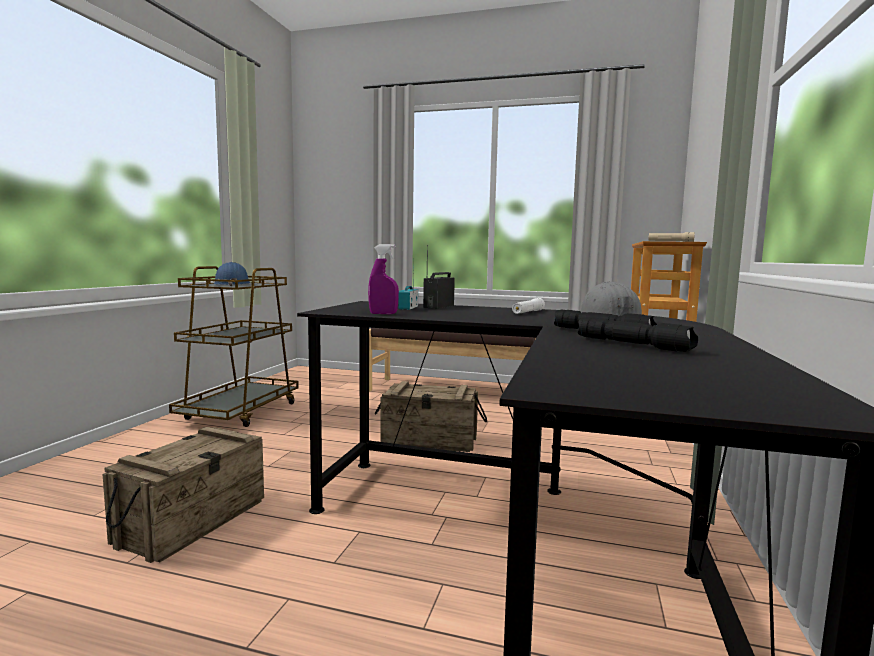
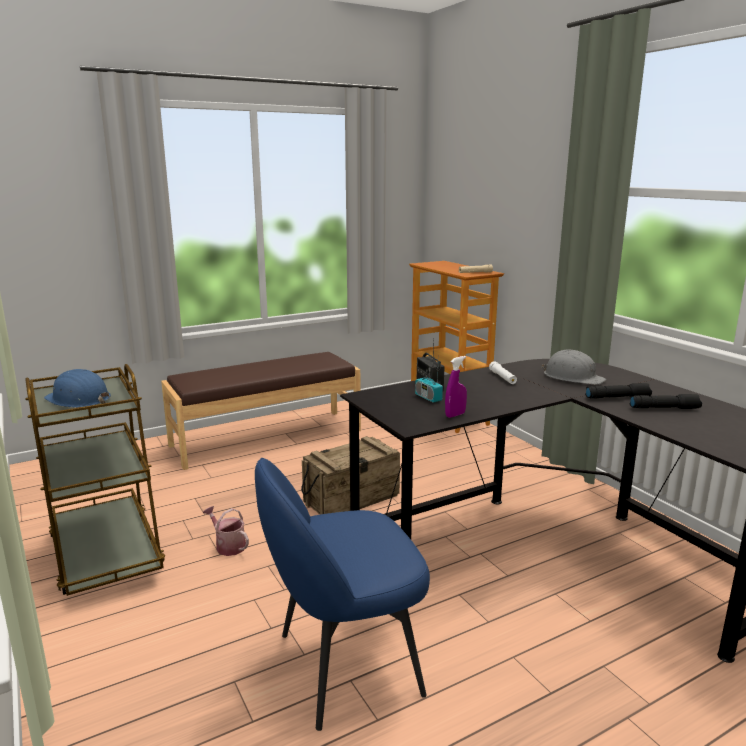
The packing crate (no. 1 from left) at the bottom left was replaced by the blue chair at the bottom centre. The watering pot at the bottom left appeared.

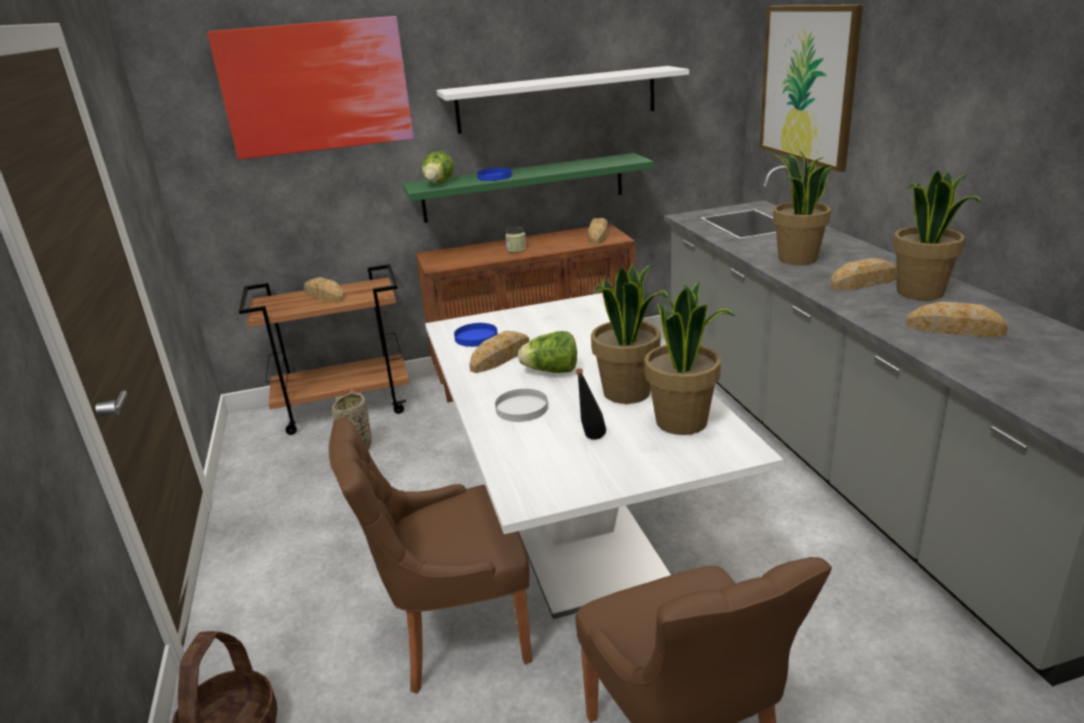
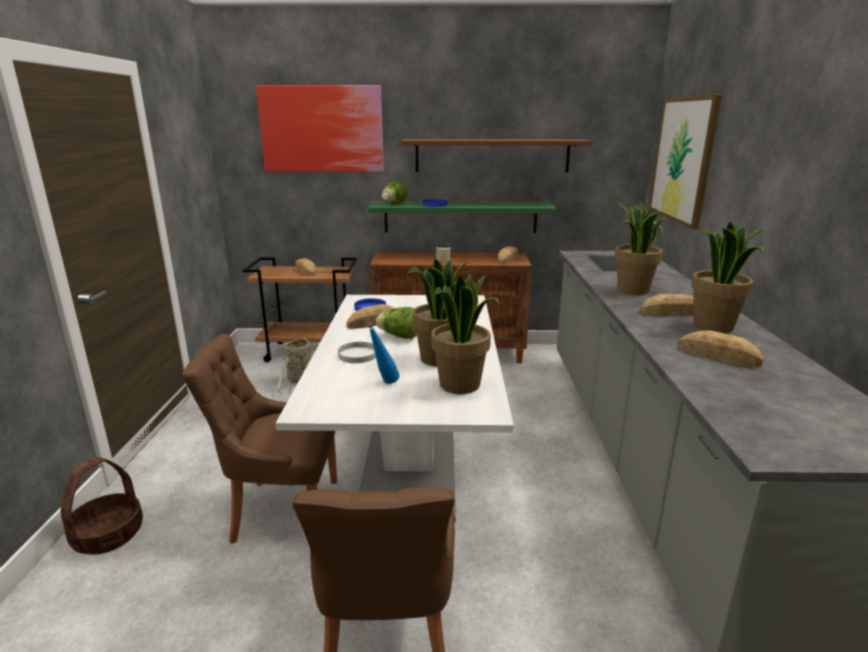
The whitish shelf at the top centre became the brown-coloured shelf at the top centre. The blackish beverage bottle at the centre became the blue beverage bottle at the centre.

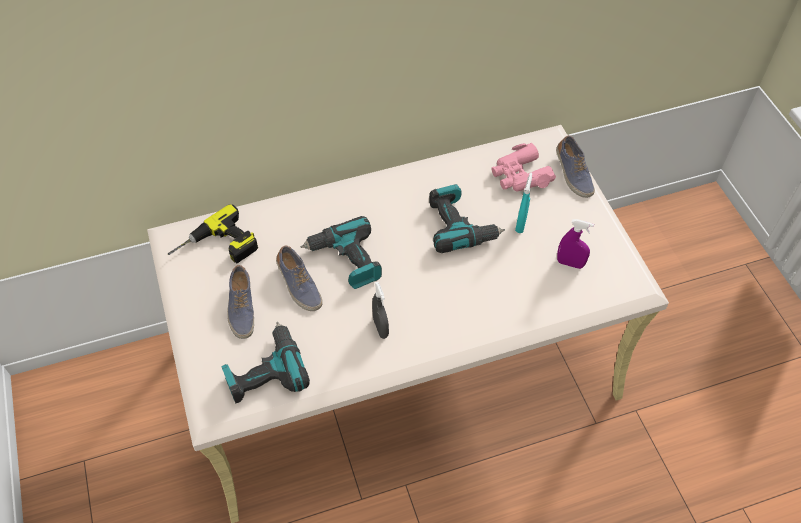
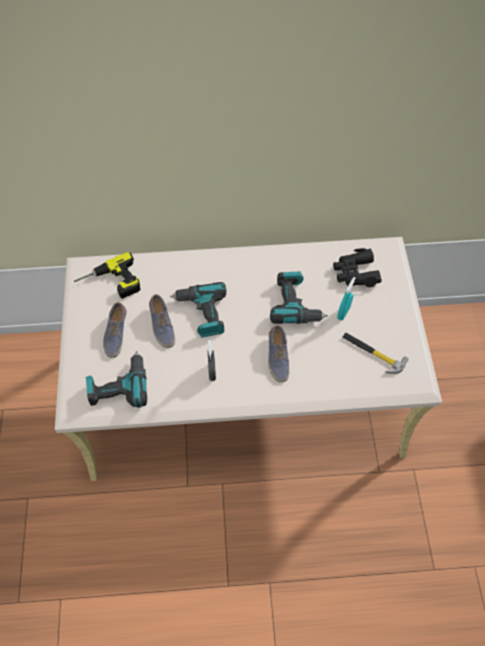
The low shoe (no. 3 from left) moved from the top right to the centre. The pink-coloured binoculars at the top centre became the blackish binoculars at the middle right. The purple spray bottle at the middle right was replaced by the hand hammer at the middle right.

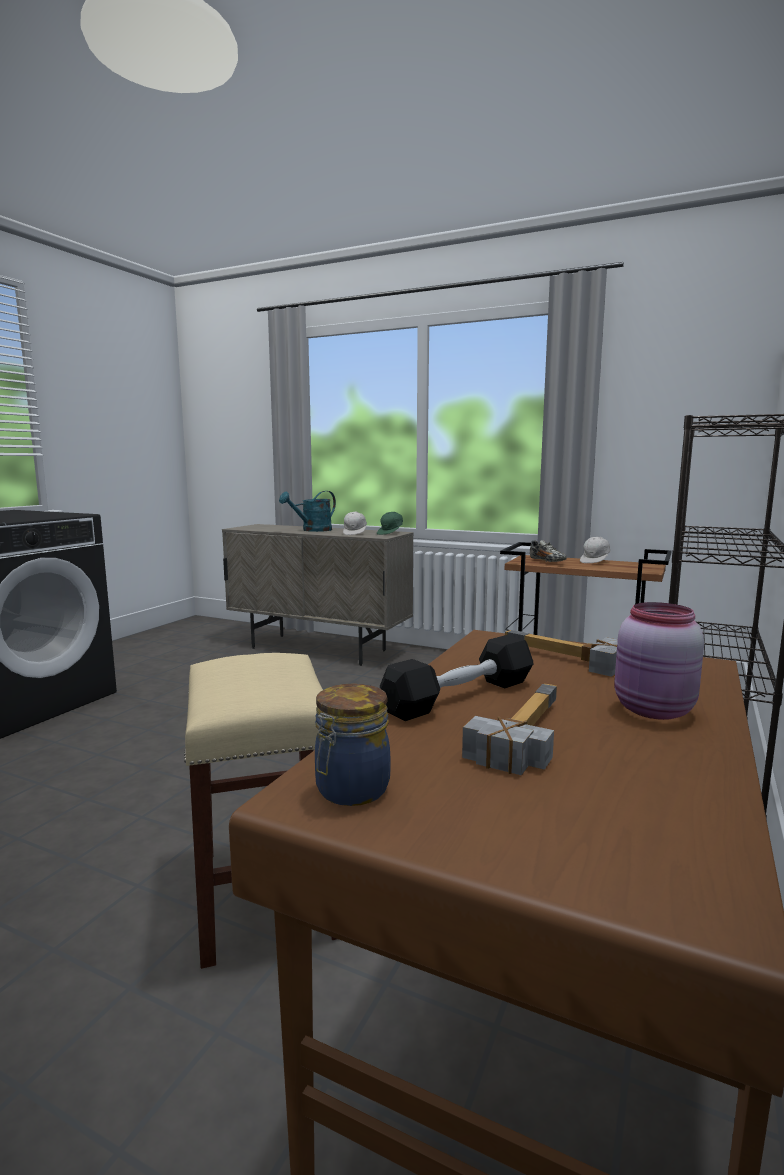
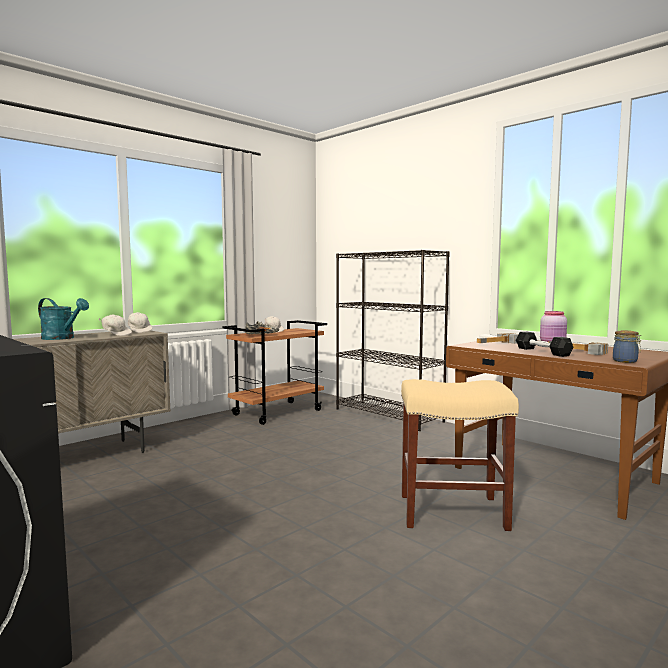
The turquoise watering pot at the centre turned 45 degrees counterclockwise. The green-coloured cap at the centre became the whitish cap (no. 2 from left) at the middle left.

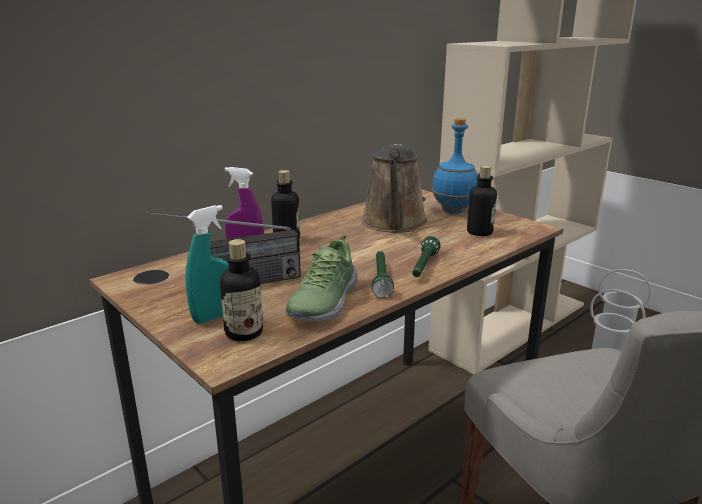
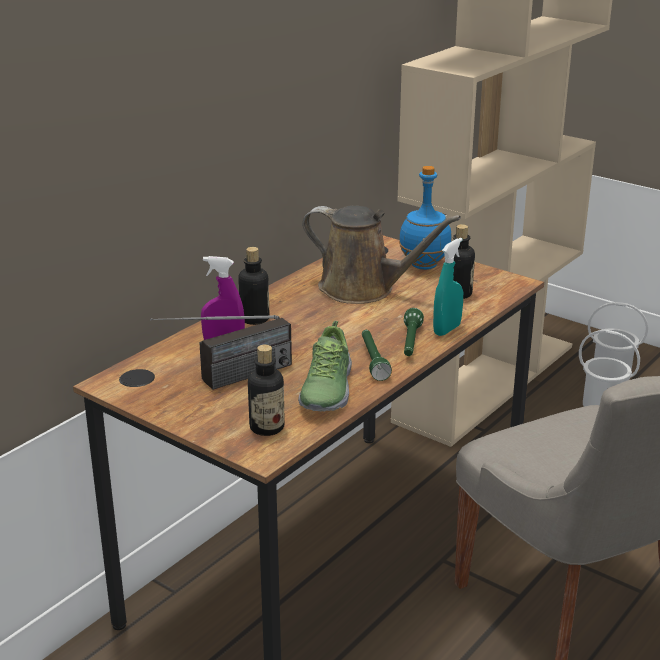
The brown-coloured watering pot at the centre turned 60 degrees counterclockwise. The turquoise spray bottle moved from the middle left to the middle right.

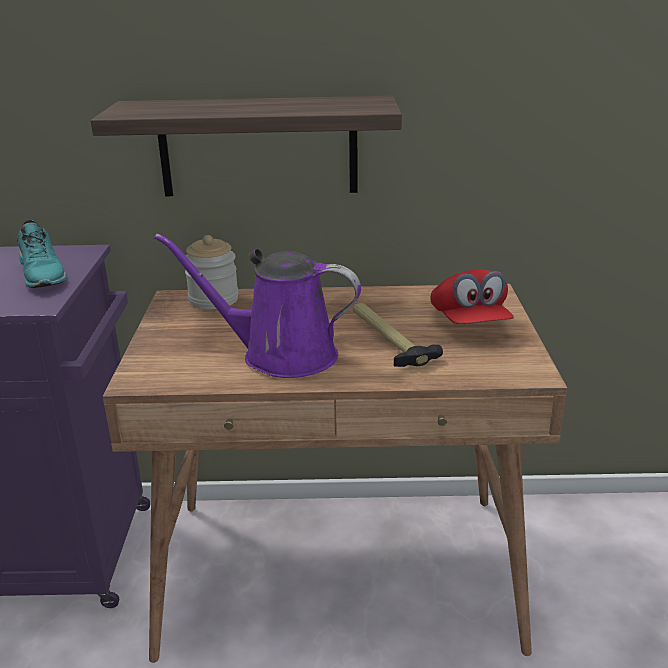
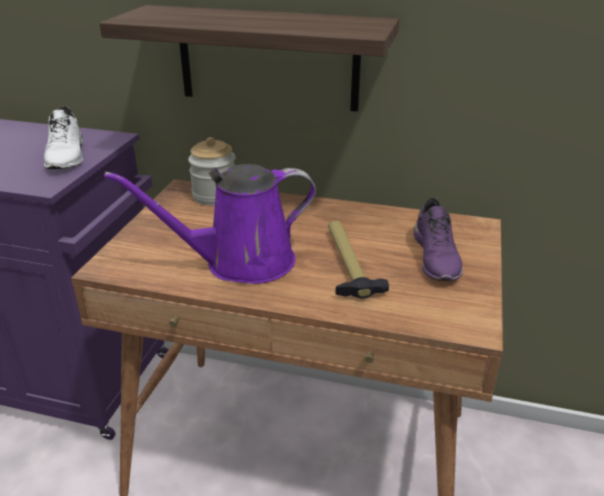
The turquoise low shoe at the middle left became the whitish low shoe at the top left. The purple watering pot at the centre turned 45 degrees counterclockwise. The reddish cap at the middle right was replaced by the purple low shoe at the middle right.

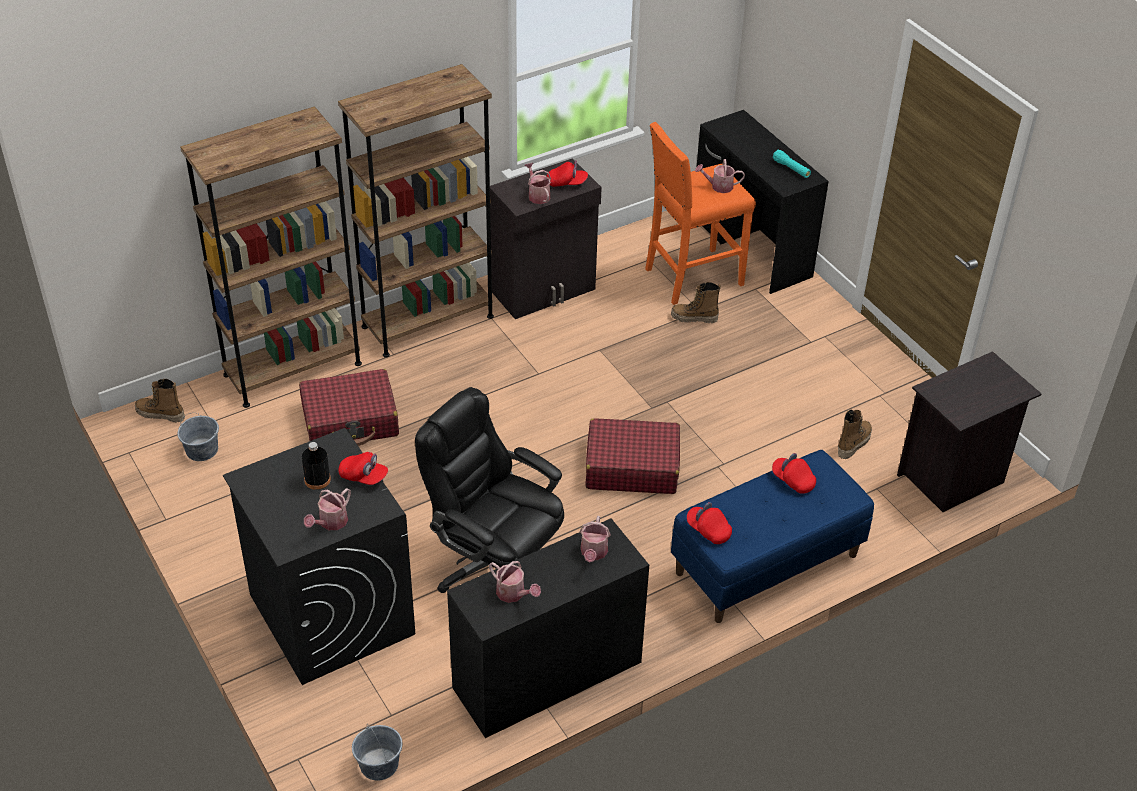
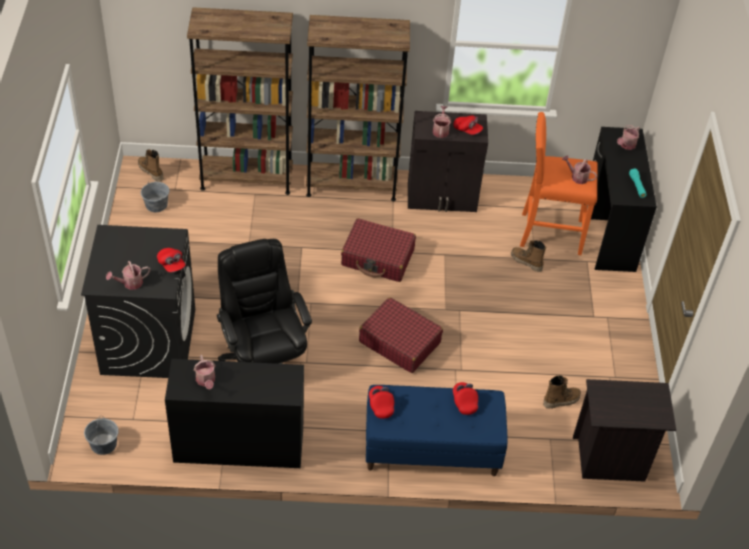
The reddish suitcase (no. 1 from left) moved from the middle left to the centre. The blackish beverage bottle at the middle left disappeared. The watering pot (no. 4 from left in the first image) moved from the bottom centre to the top right.

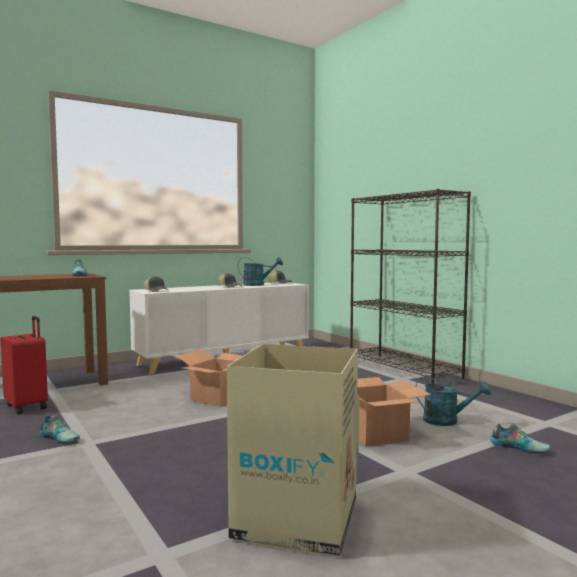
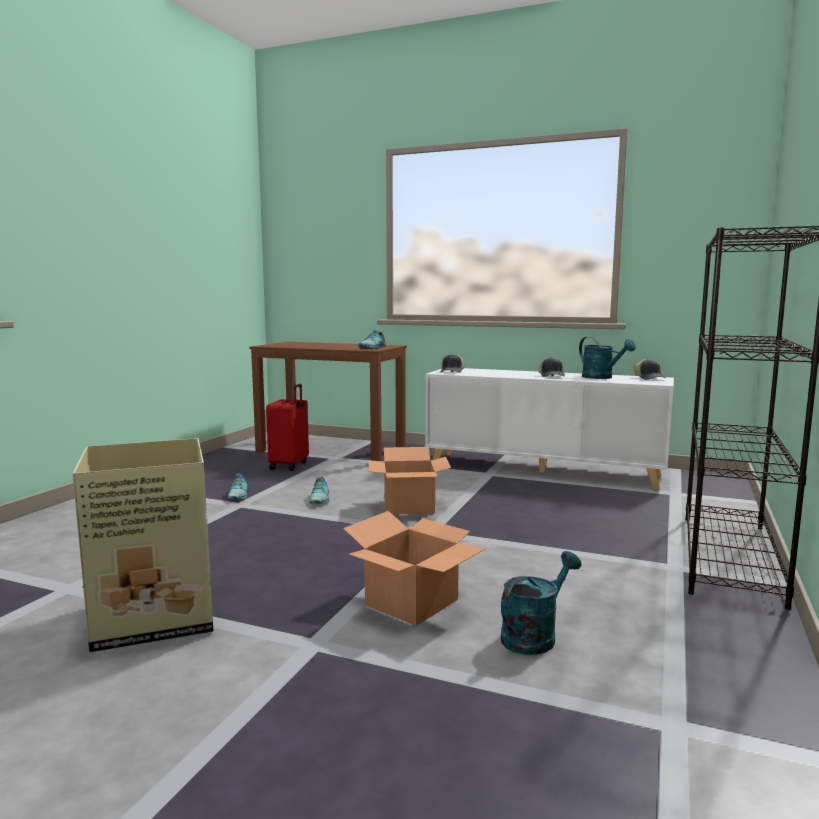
The turquoise watering pot (no. 2 from left in the first image) at the bottom right turned 120 degrees counterclockwise. The low shoe (no. 3 from left in the first image) moved from the bottom right to the centre.

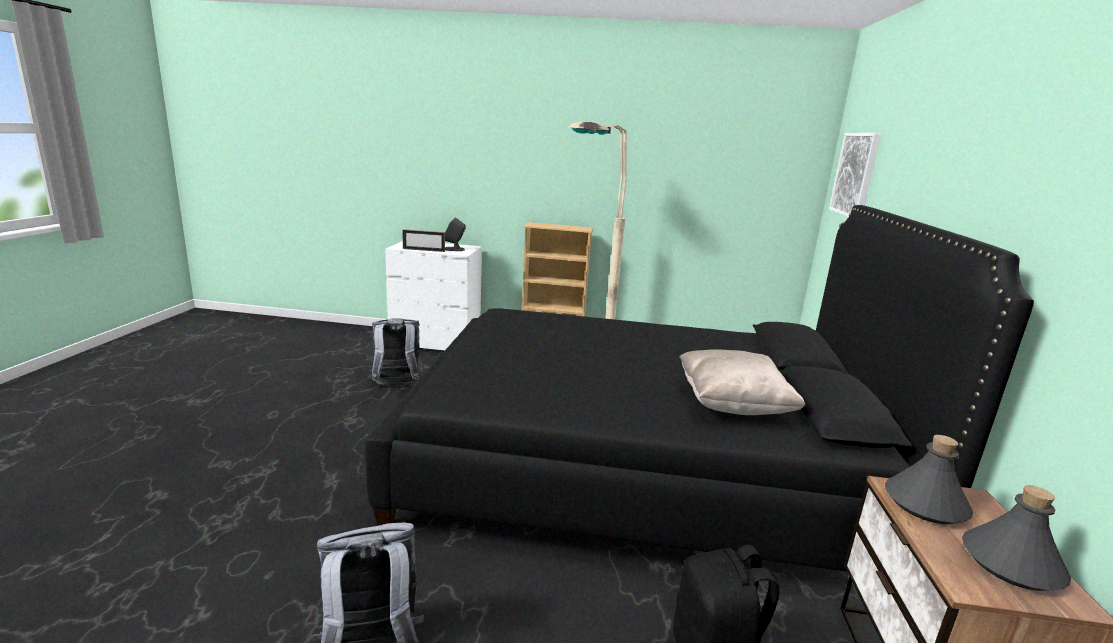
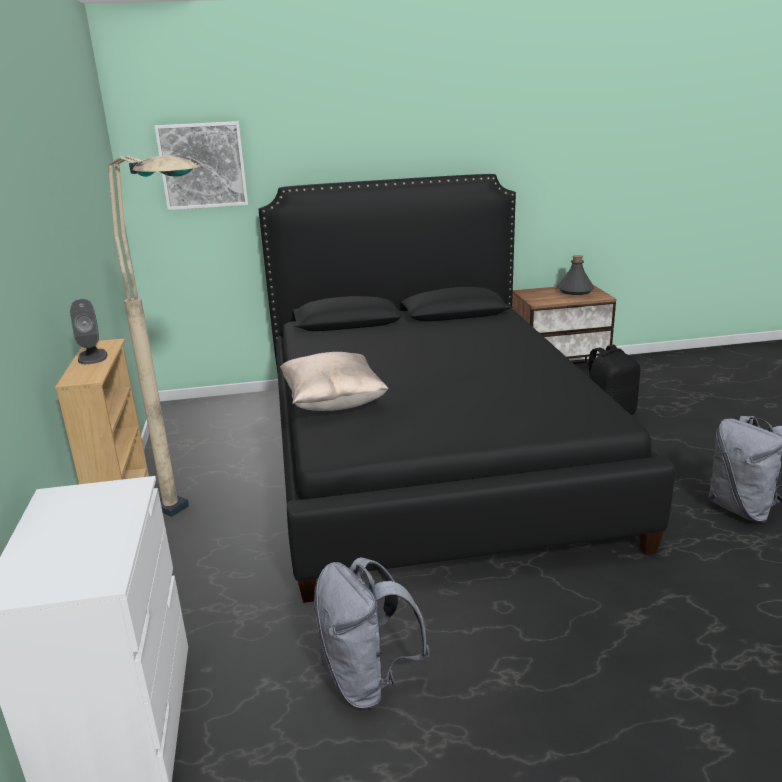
The gray speaker moved from the centre to the middle left. The photo frame at the centre disappeared. The beige cushion moved from the middle right to the centre. The gray beverage bottle (no. 1 from left) at the bottom right disappeared.

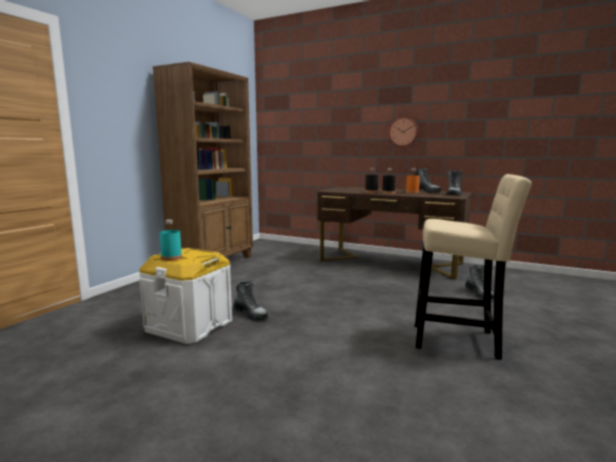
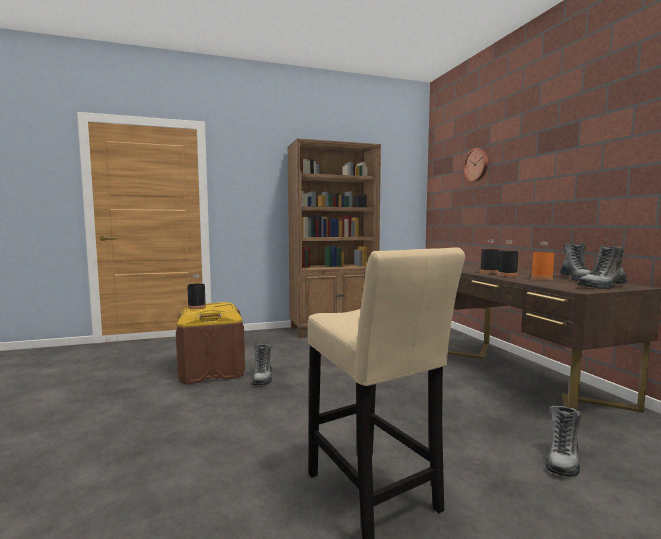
The clock on the wall moved from the top centre to the top right. The turquoise beverage bottle at the middle left became the blackish beverage bottle (no. 1 from left) at the middle left. The whitish storage bin at the middle left became the brown-coloured storage bin at the middle left.

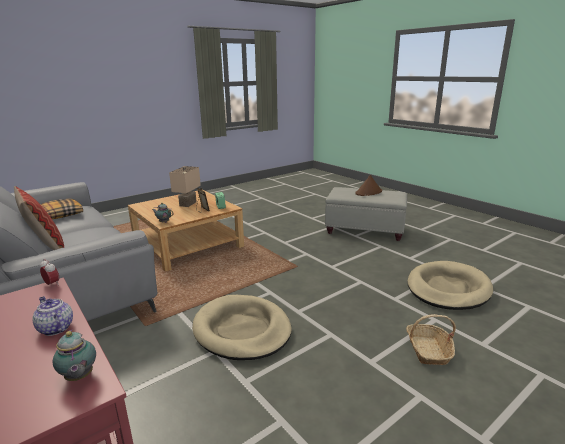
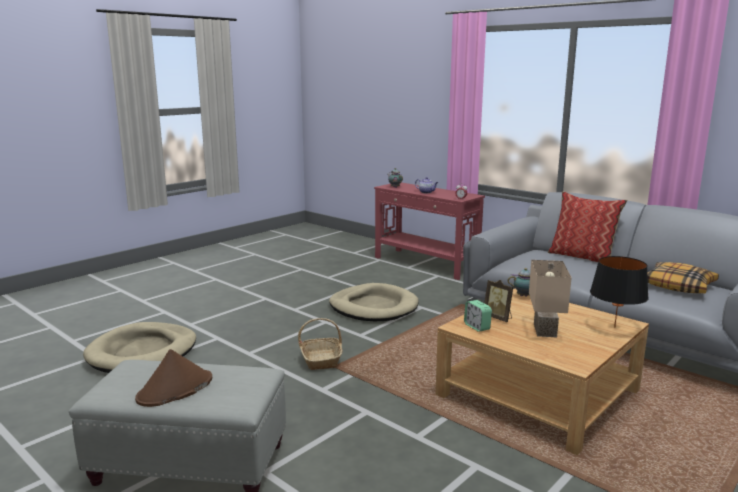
The basket moved from the bottom right to the bottom centre. The blackish lamp for a table at the middle right appeared.

